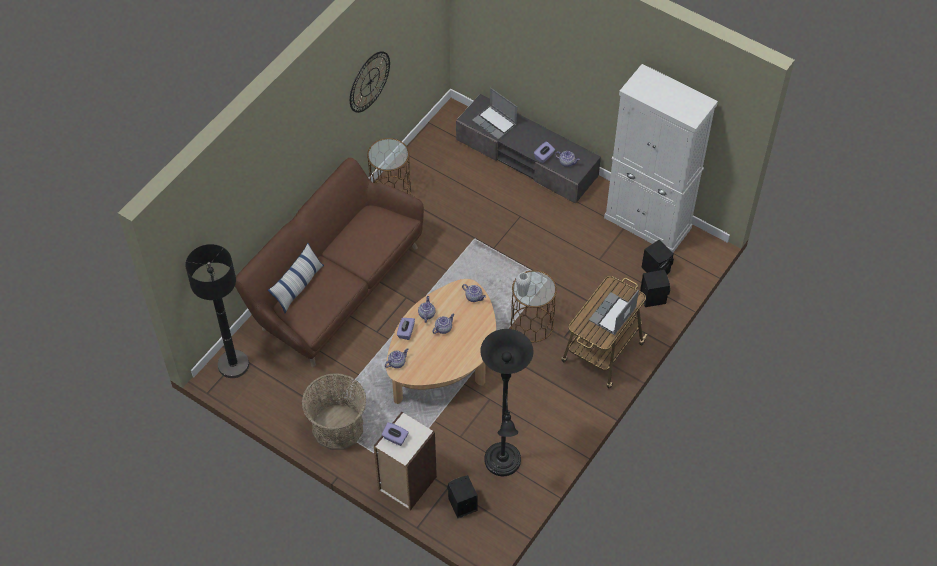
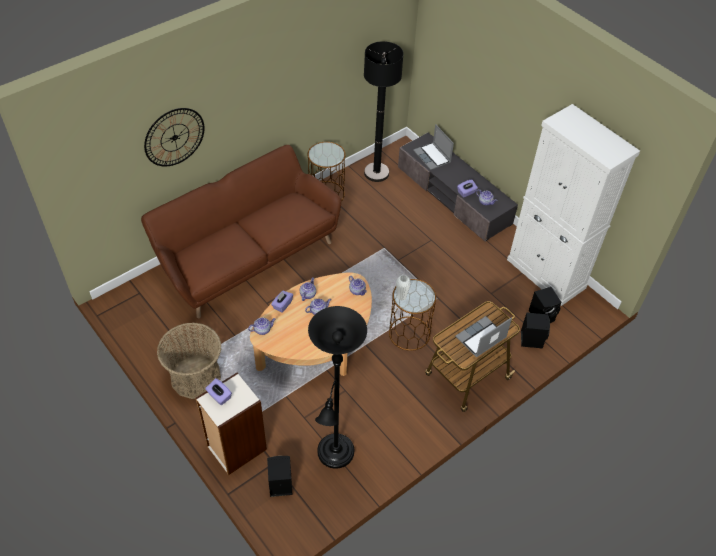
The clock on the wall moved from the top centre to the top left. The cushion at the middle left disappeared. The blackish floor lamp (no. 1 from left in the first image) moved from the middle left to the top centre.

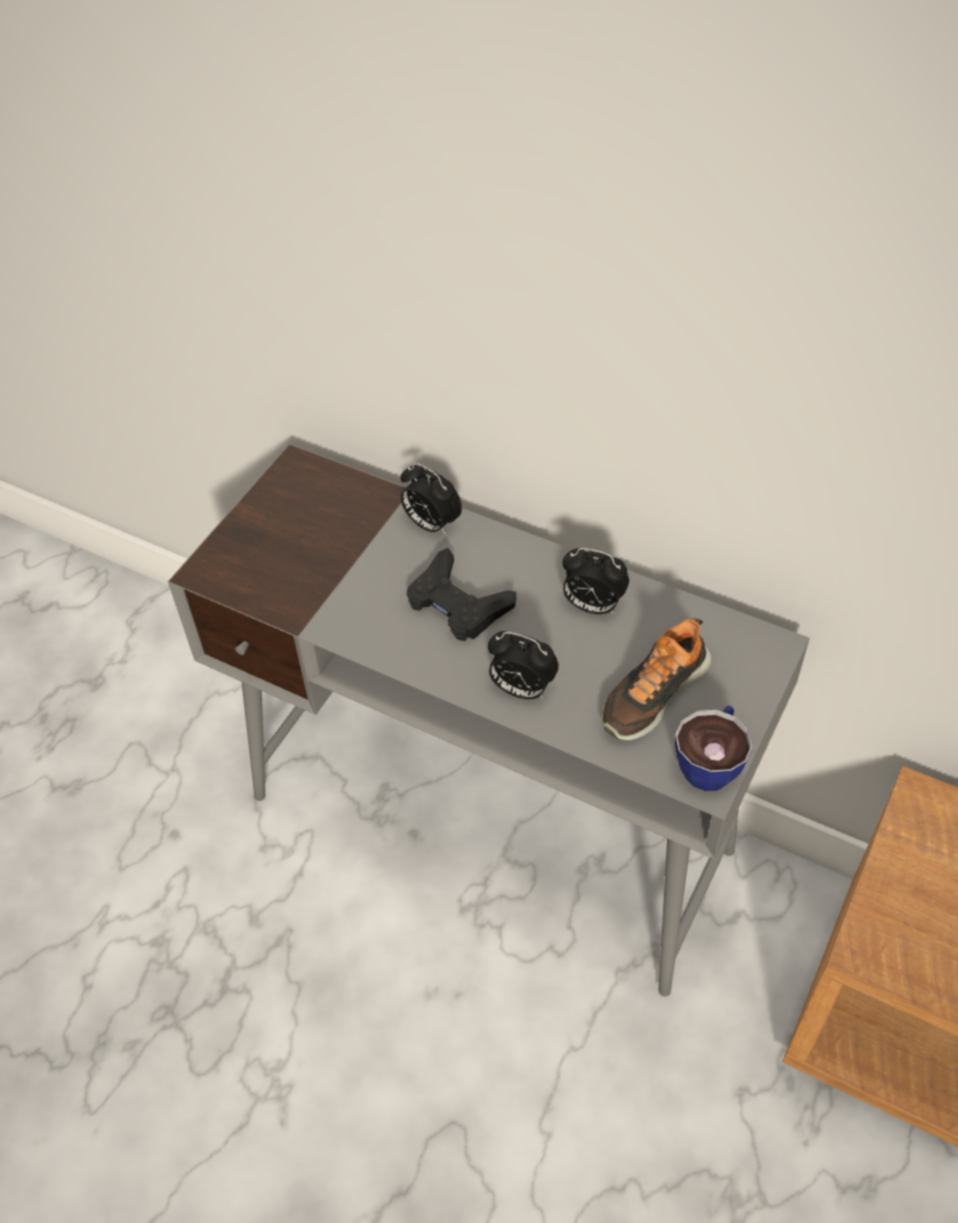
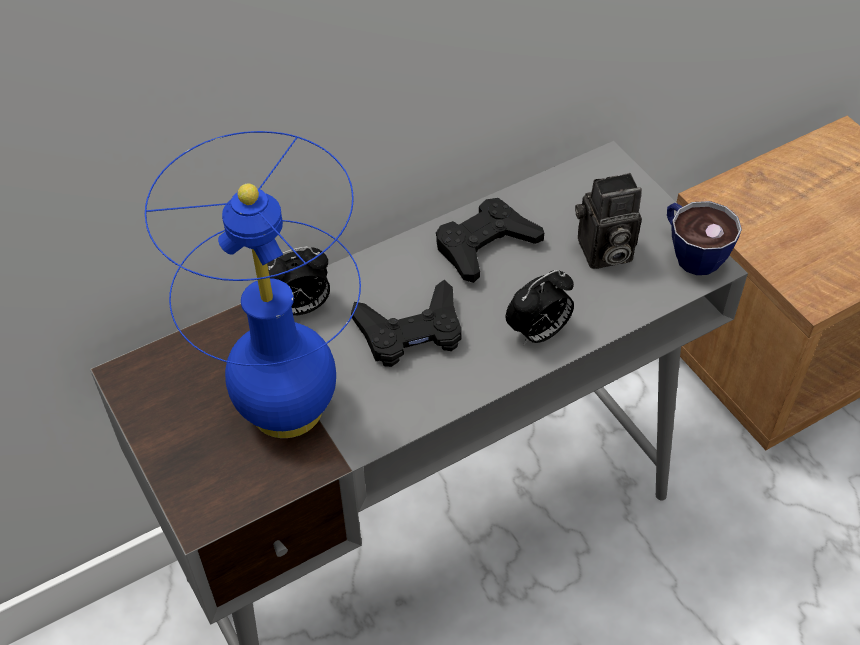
The alarm clock (no. 3 from left) at the centre was replaced by the blackish gamepad (no. 2 from left) at the centre. The low shoe at the middle right was replaced by the still camera at the middle right. The blue lamp for a table at the middle left appeared.

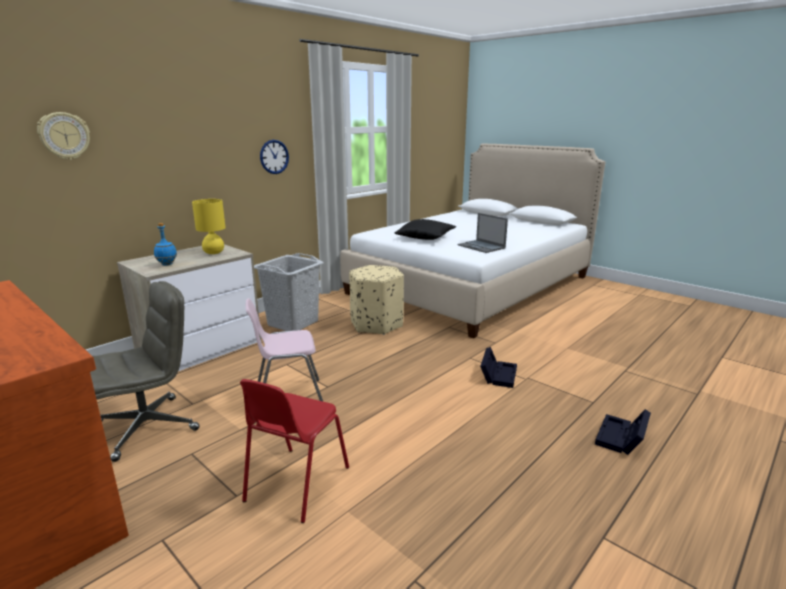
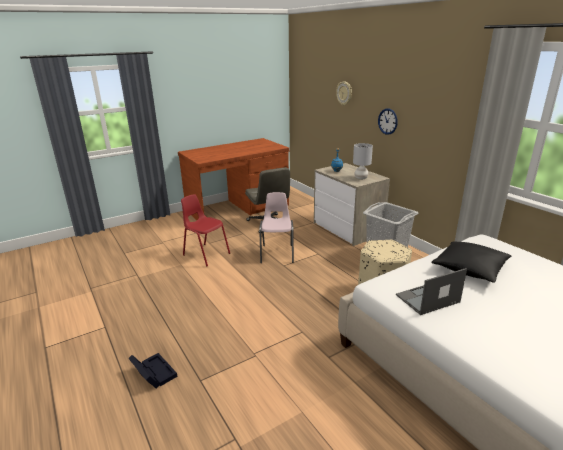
The clock on the wall (no. 2 from left) moved from the top centre to the top right. The yellow-coloured lamp for a table at the middle left became the gray lamp for a table at the centre. The blackish storage bin (no. 1 from left) at the centre disappeared.

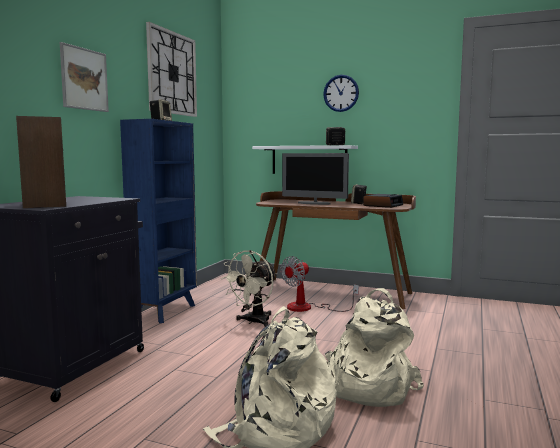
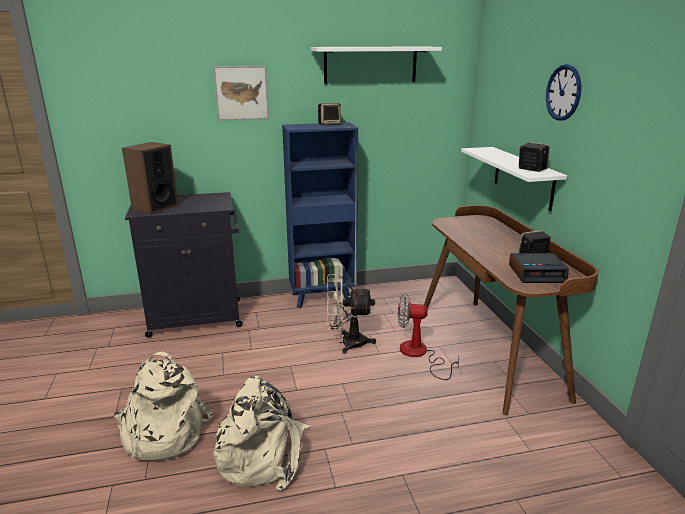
The clock on the wall (no. 1 from left) at the top left was replaced by the whitish shelf (no. 1 from left) at the top centre. The computer display at the centre disappeared.

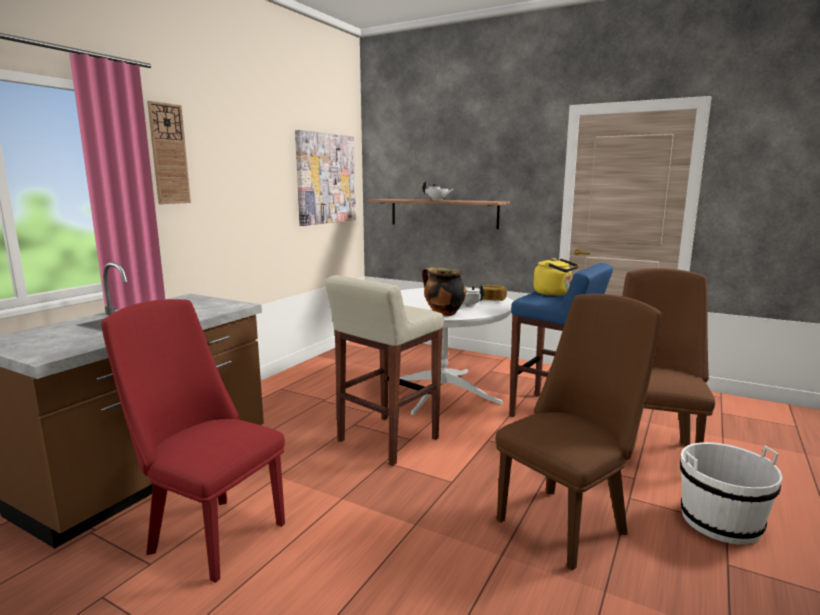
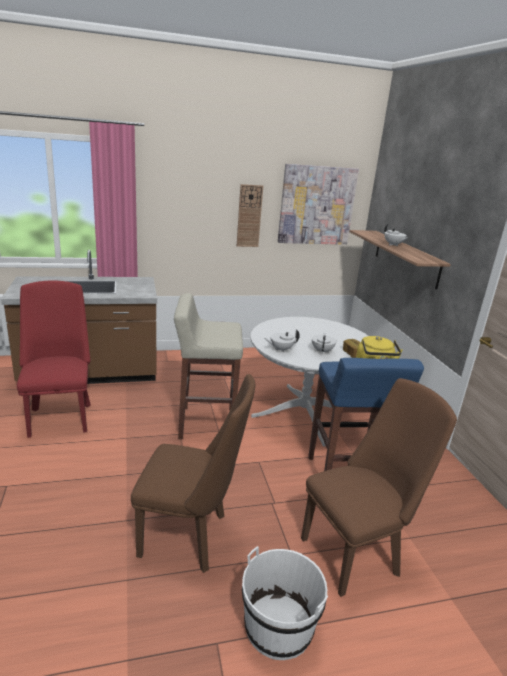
The clock on the wall moved from the top left to the top centre. The stockpot at the centre was replaced by the whitish tea pot (no. 1 from left) at the centre.

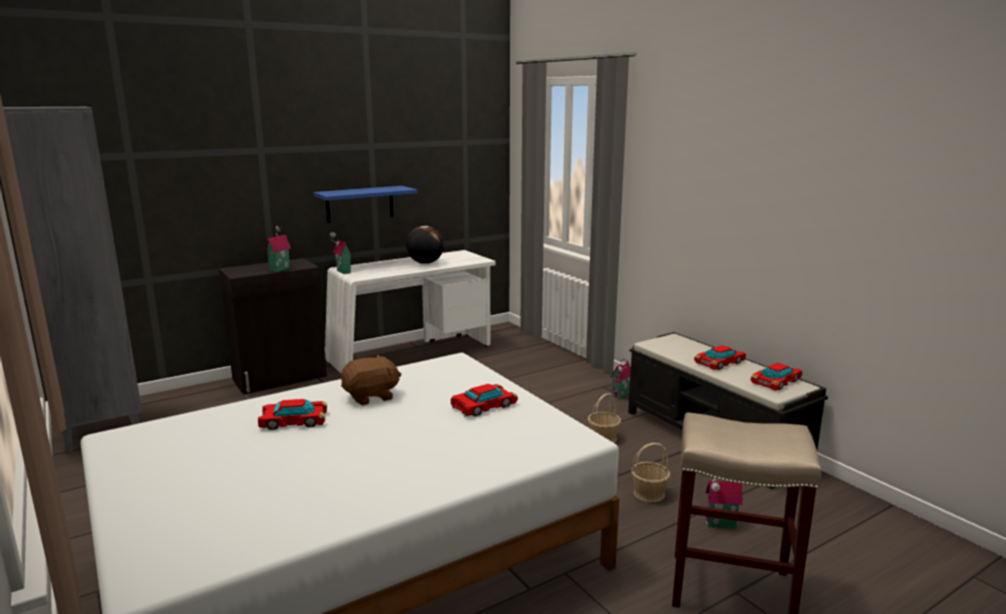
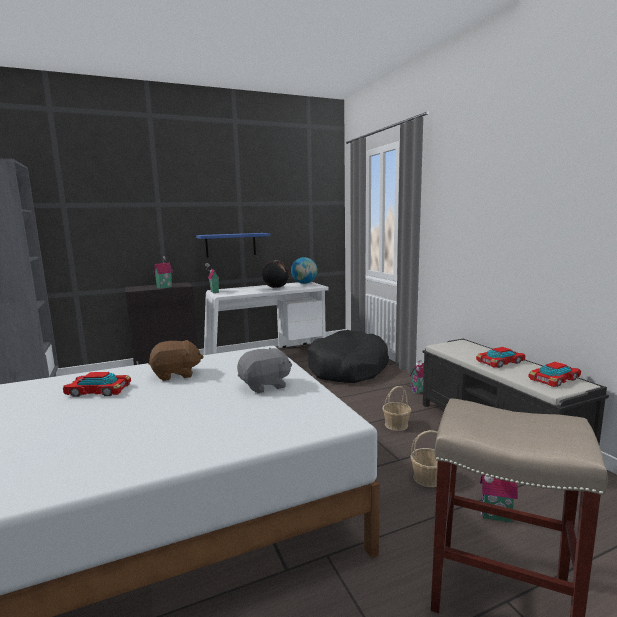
The miniature car (no. 2 from left) at the centre was replaced by the gray soft toy at the centre. The desk globe (no. 2 from left) at the centre appeared. The blackish dog cushion at the centre appeared.

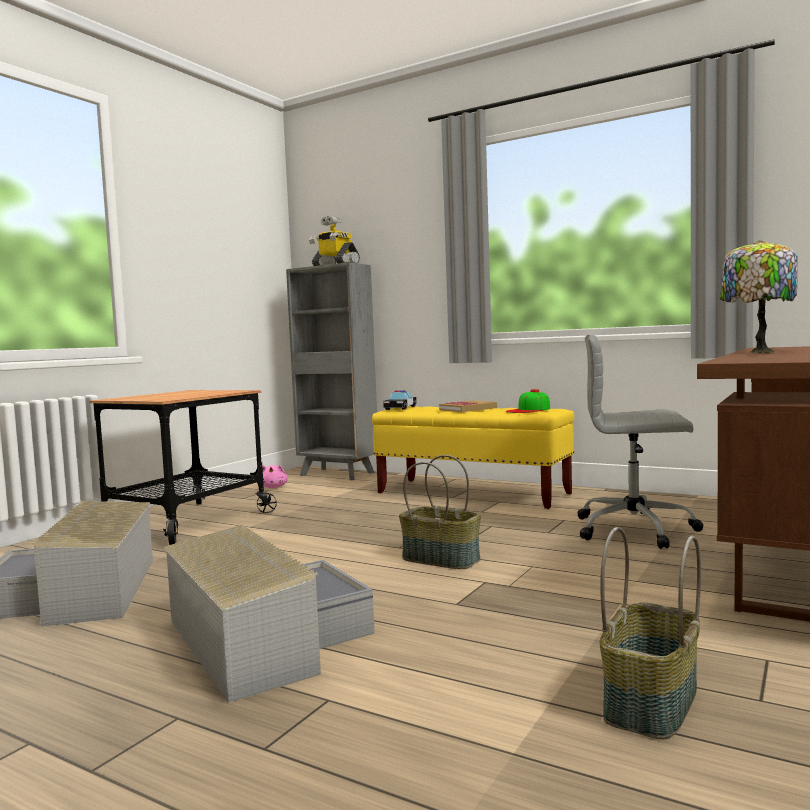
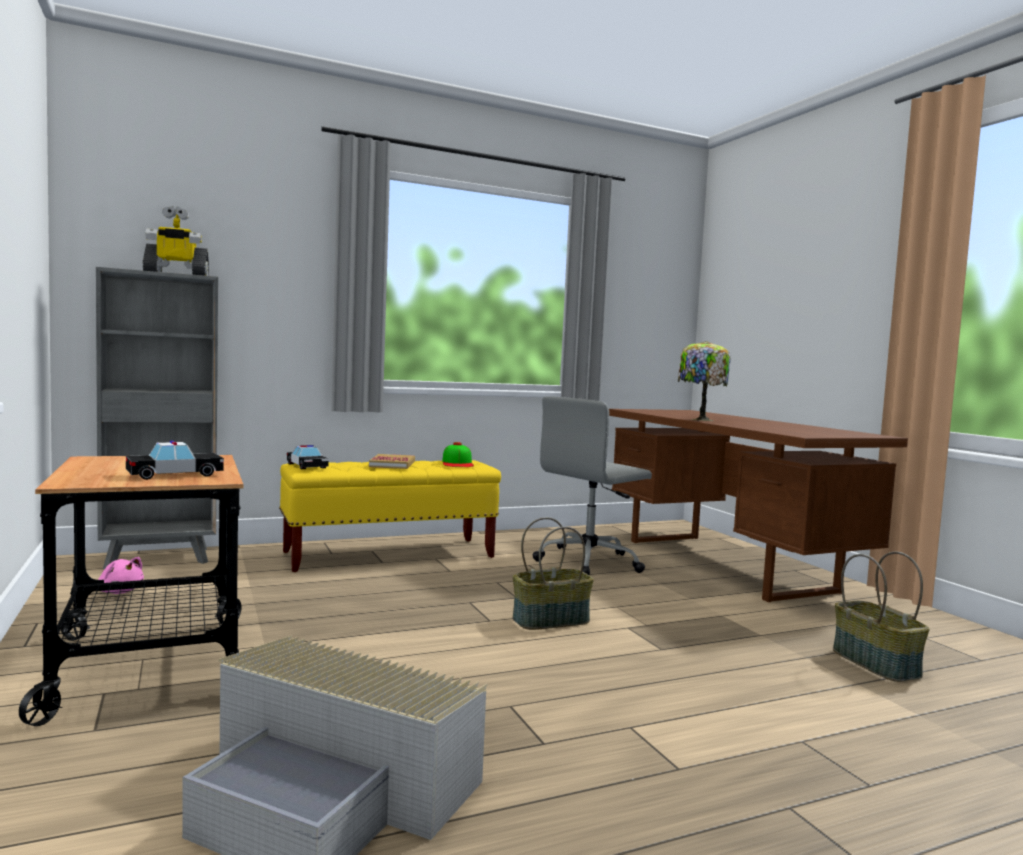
The gray storage bin (no. 2 from left) at the bottom left disappeared. The miniature car (no. 1 from left) at the middle left appeared.

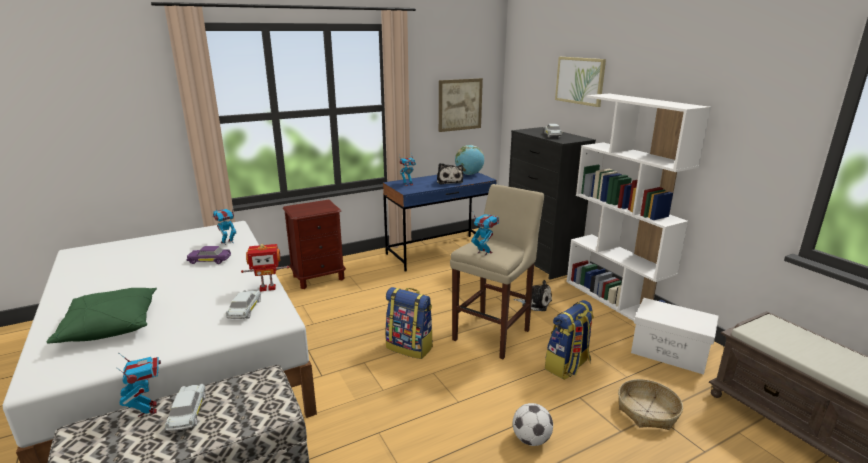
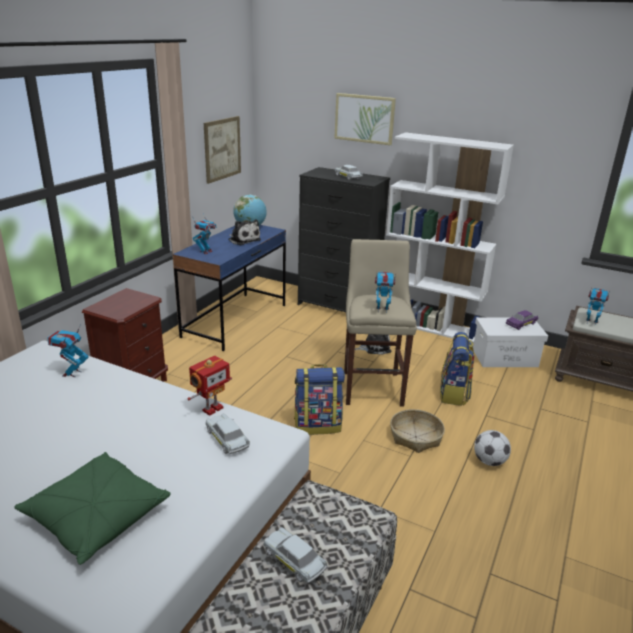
The purple miniature car moved from the middle left to the middle right. The toy robot (no. 1 from left in the first image) moved from the bottom left to the middle right. The basket moved from the bottom right to the bottom centre.

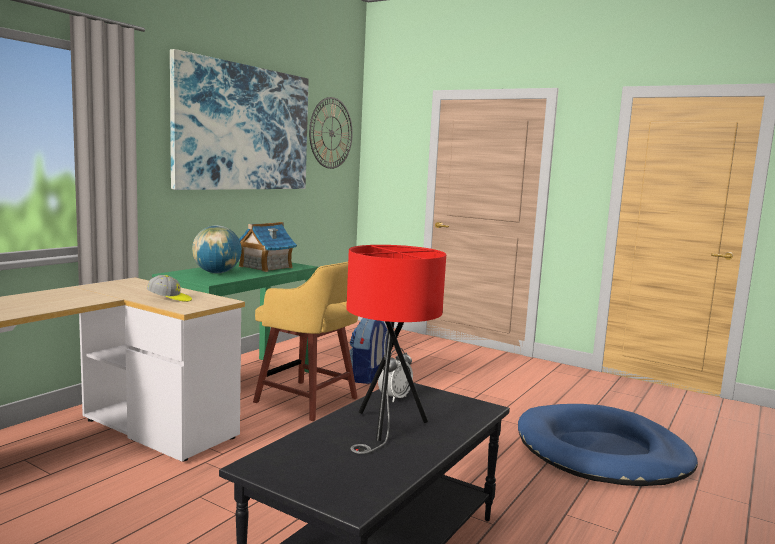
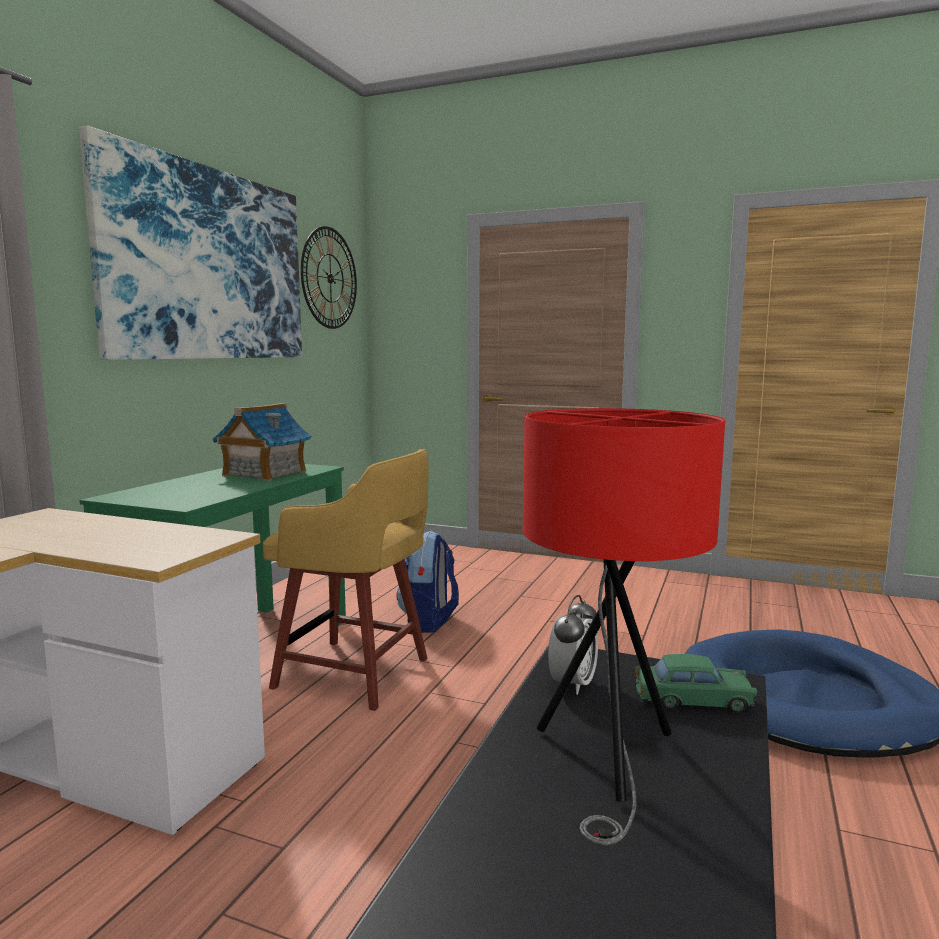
The desk globe at the middle left disappeared. The cap at the middle left disappeared. The green-coloured miniature car at the bottom right appeared.

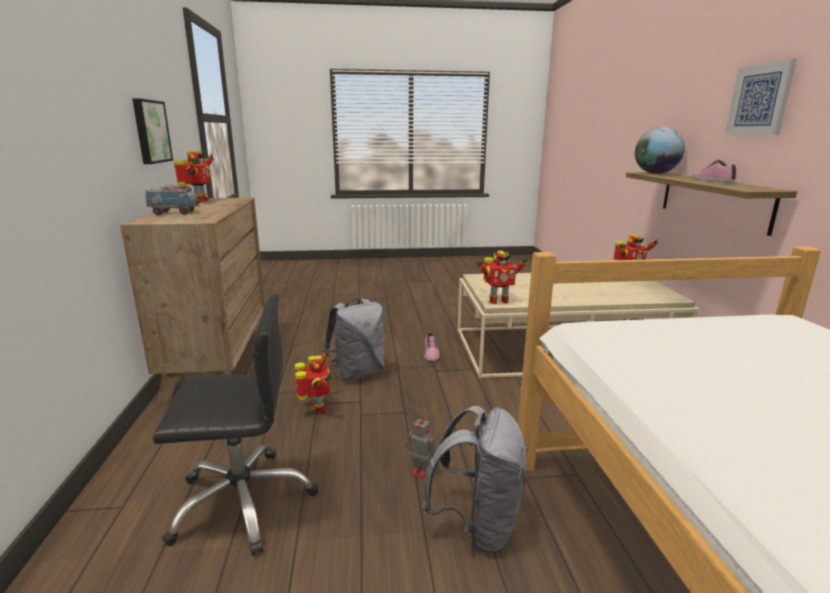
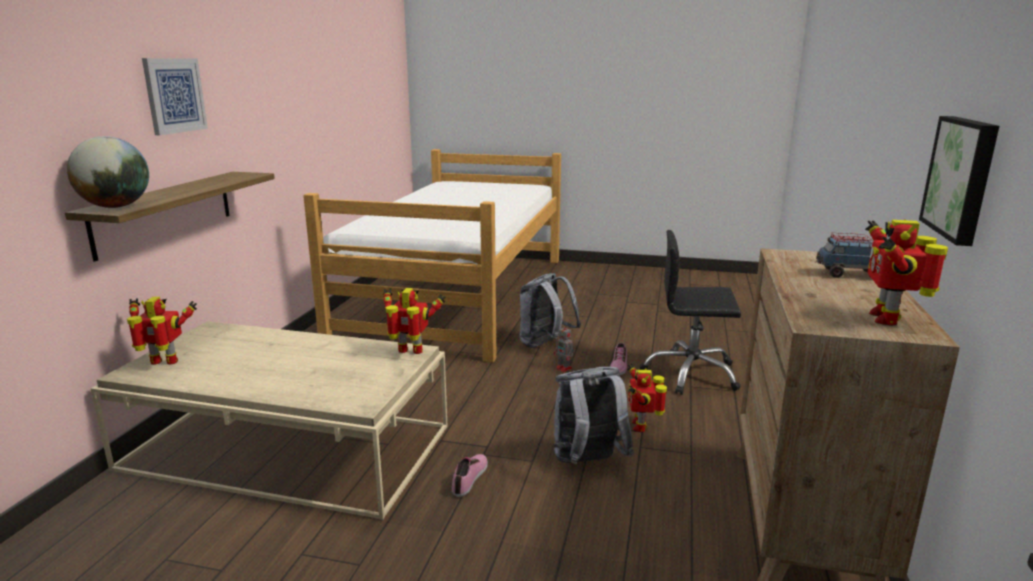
The low shoe (no. 2 from left) moved from the top right to the centre.

